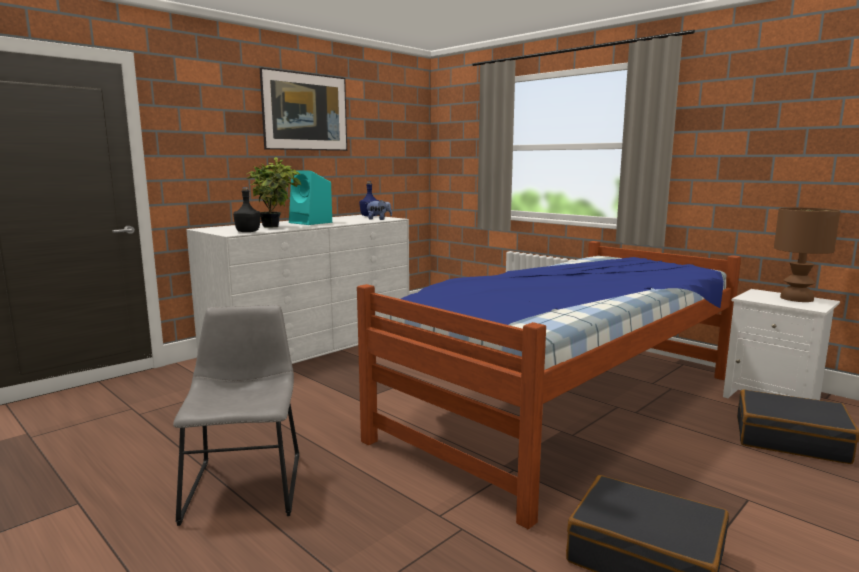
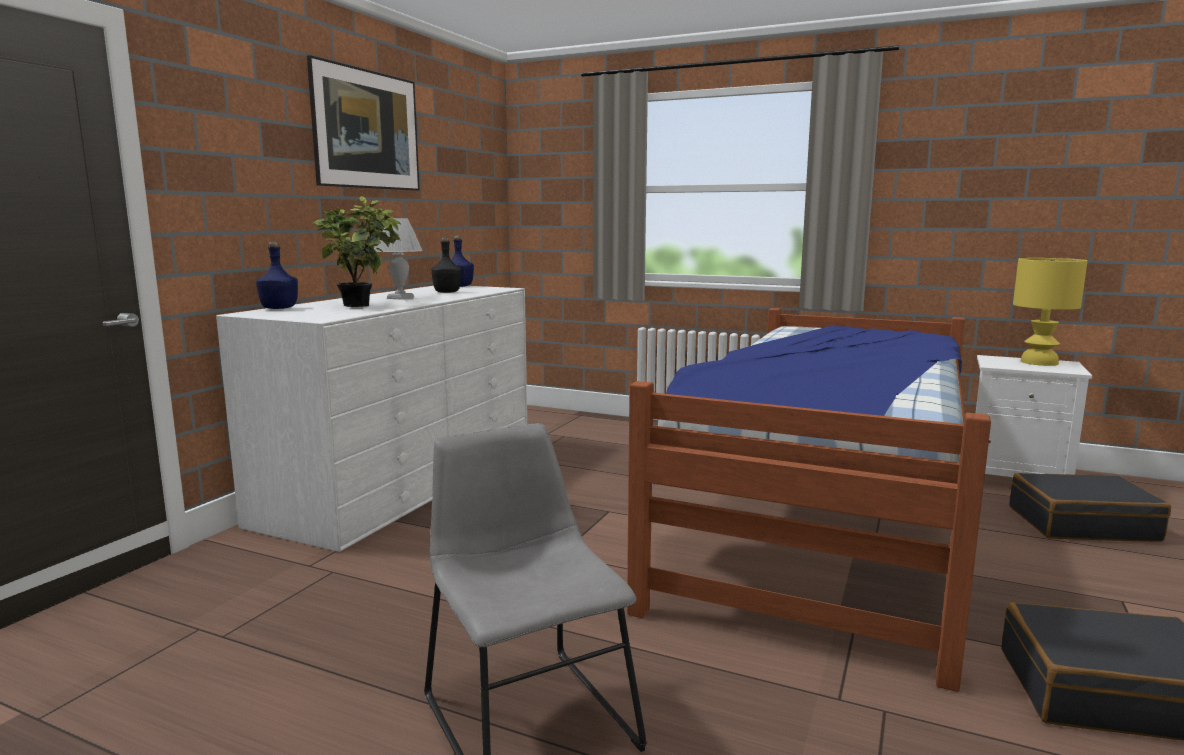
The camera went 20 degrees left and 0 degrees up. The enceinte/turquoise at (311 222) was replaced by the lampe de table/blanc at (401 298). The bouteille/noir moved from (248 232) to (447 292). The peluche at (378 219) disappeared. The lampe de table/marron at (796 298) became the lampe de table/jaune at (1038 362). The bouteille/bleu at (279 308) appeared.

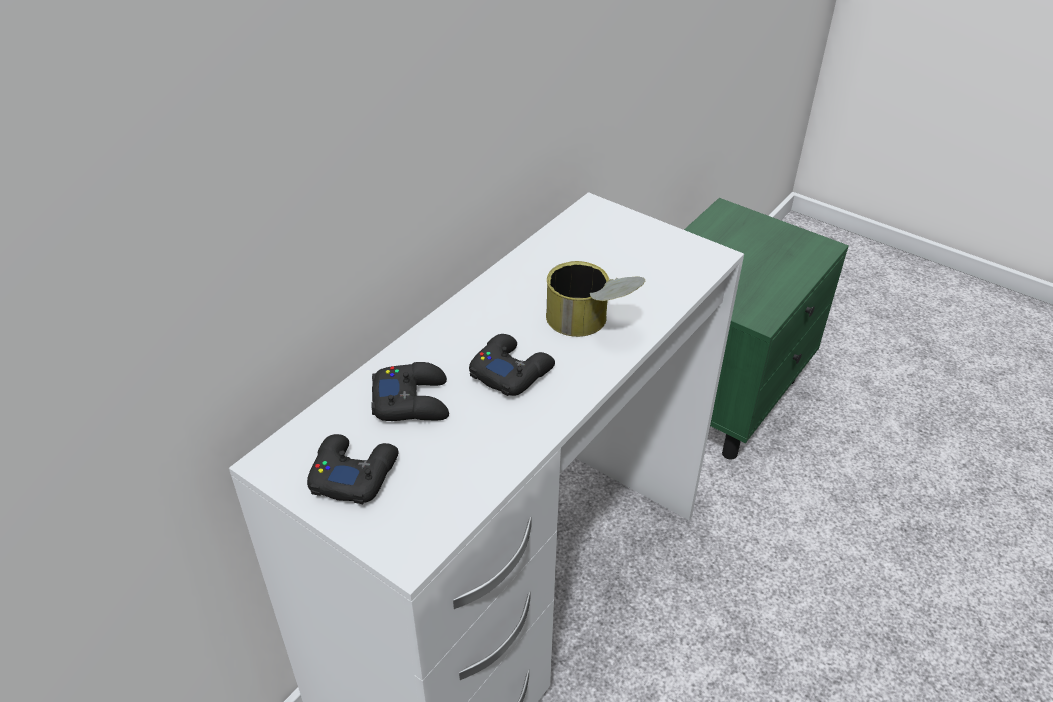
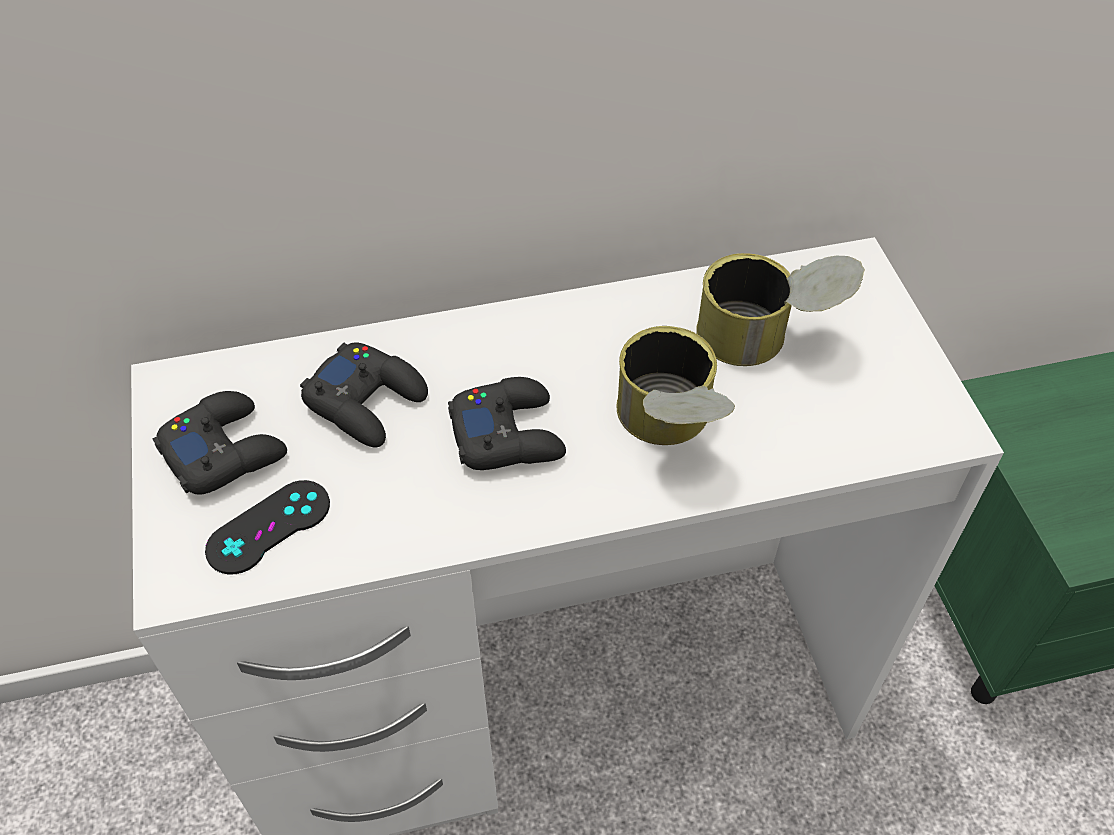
The camera went 40 degrees right and 10 degrees up. The boîte métallique at (768 339) appeared. The manette/noir at (269 527) appeared.

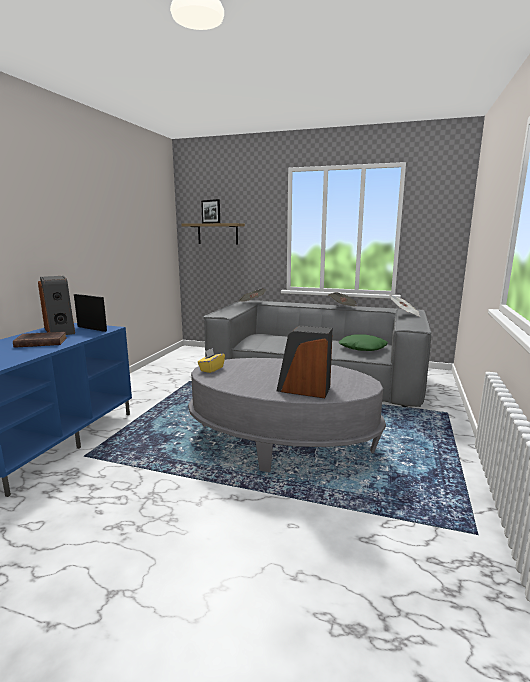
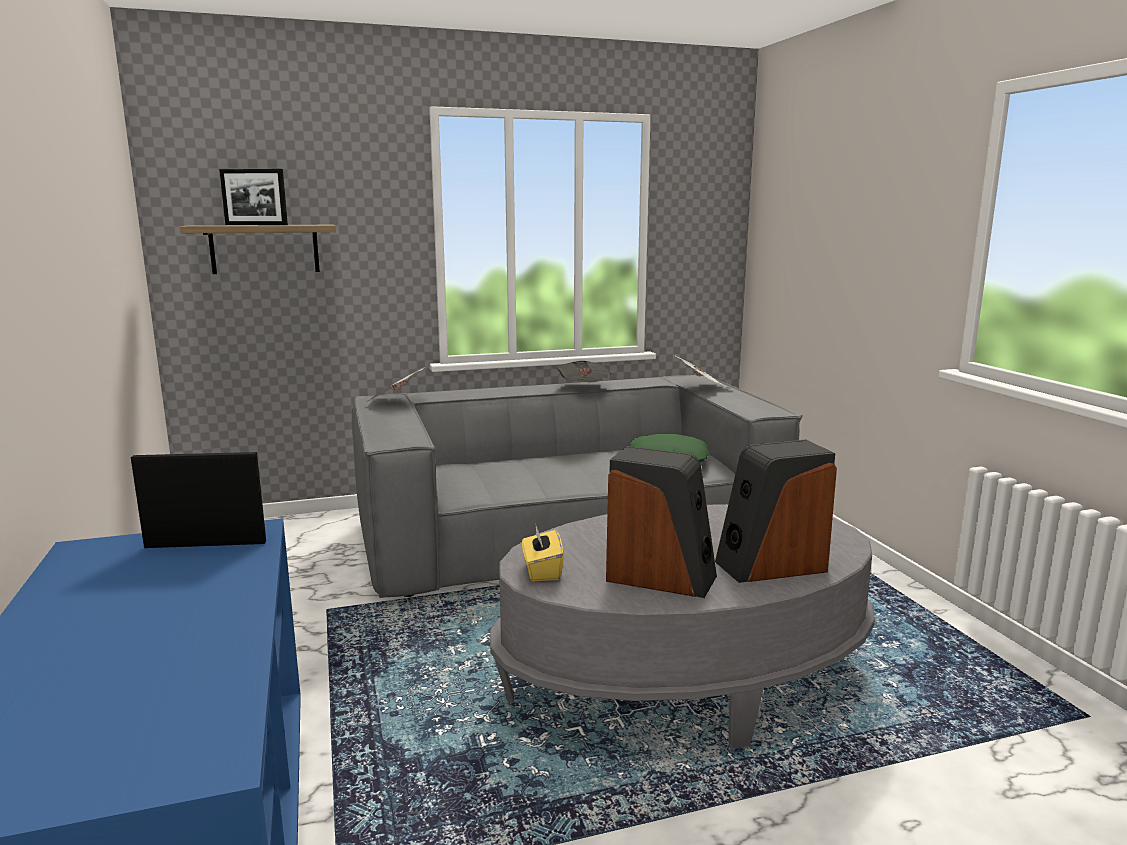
The camera went 35 degrees left and 0 degrees up. The enceinte moved from (60 330) to (661 577). The livre/marron at (40 343) disappeared.

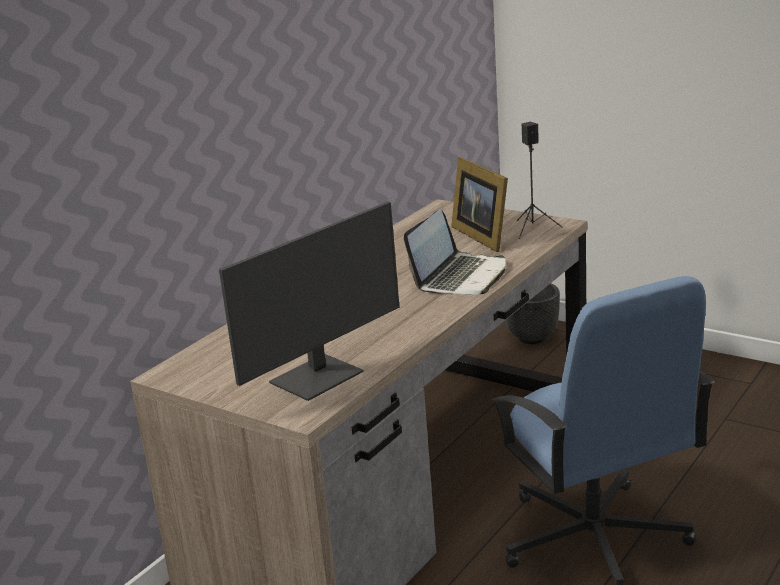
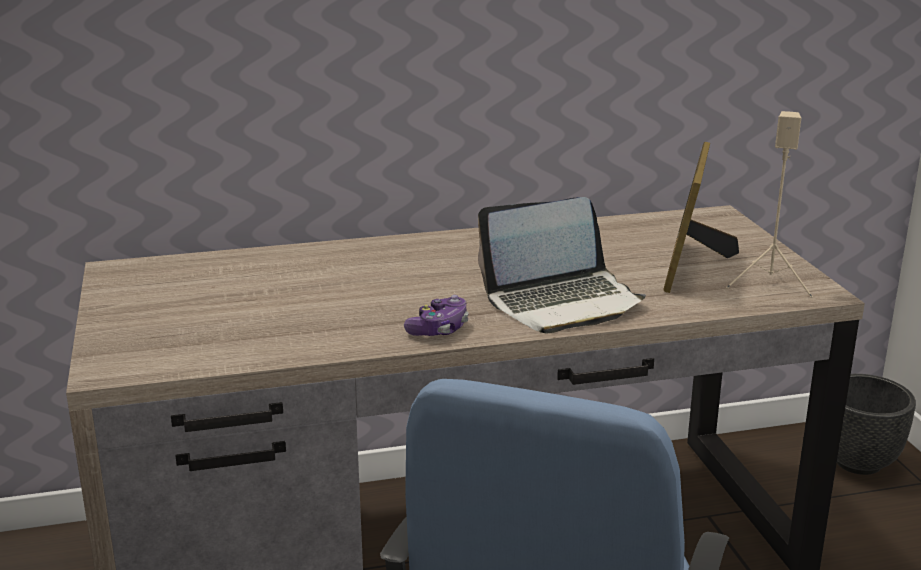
The camera went 40 degrees right and 0 degrees up. The enceinte/noir at (533 228) became the enceinte/beige at (771 283). The écran d'ordinateur at (318 378) disappeared. The manette at (439 329) appeared.

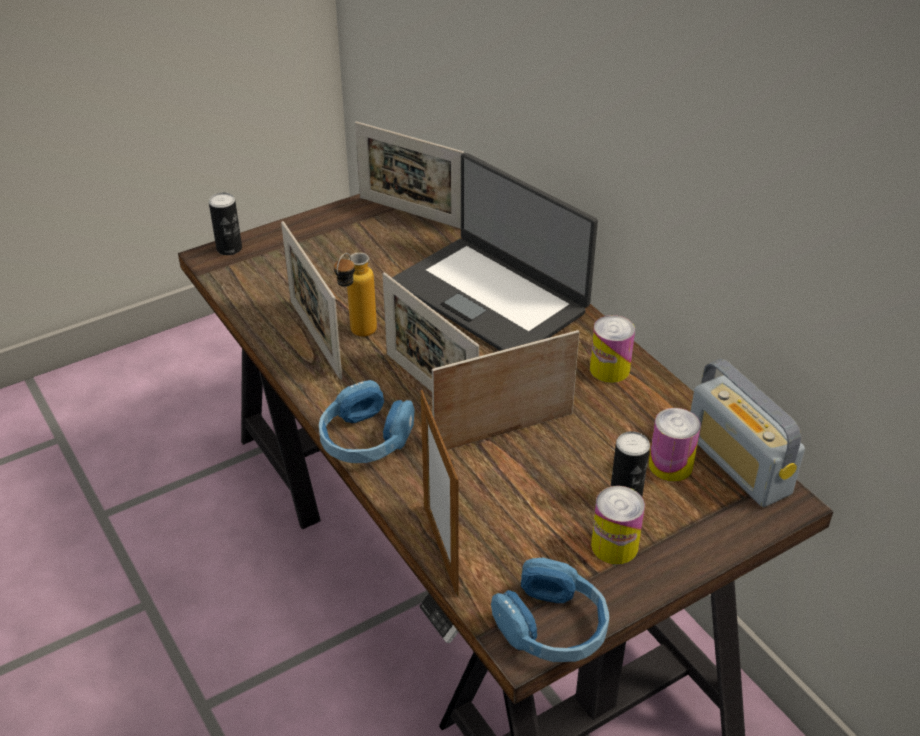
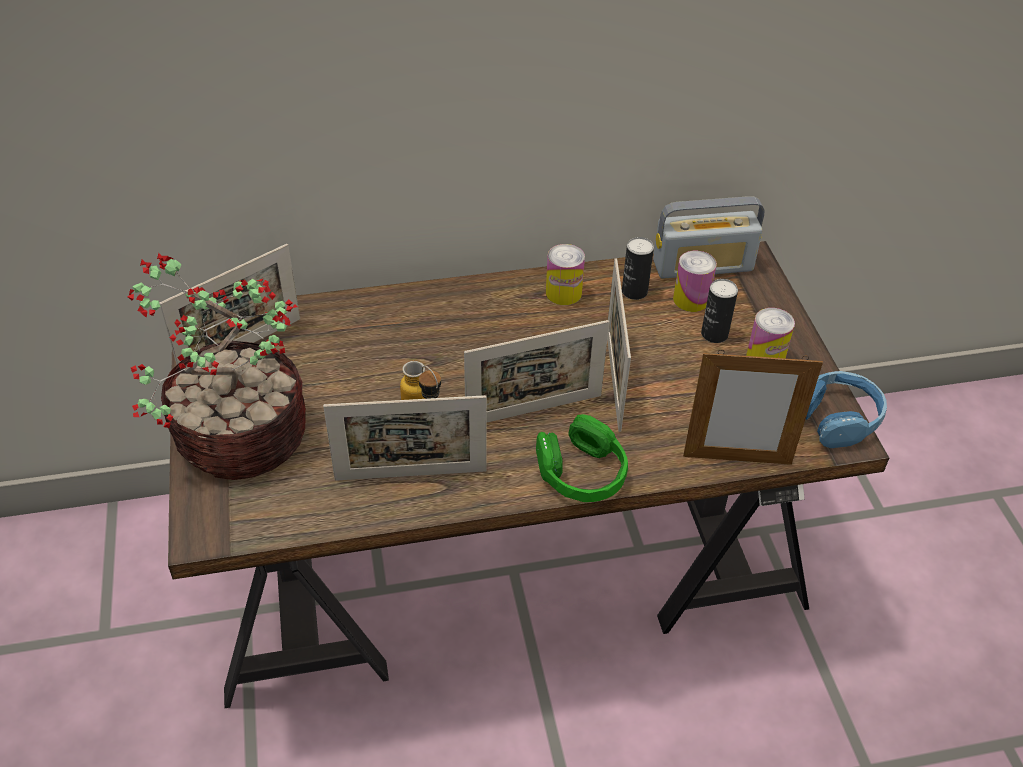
The camera went 70 degrees left and 5 degrees up. The ordinateur portable at (491 296) disappeared. The boîte métallique moved from (229 248) to (634 291). The casque audio/bleu at (366 439) became the casque audio/vert at (581 473). The plante en pot at (237 437) appeared.

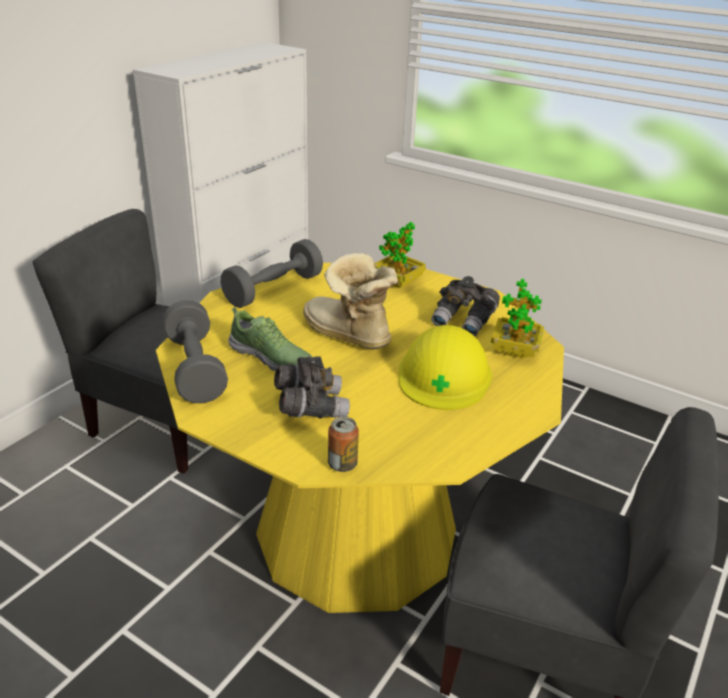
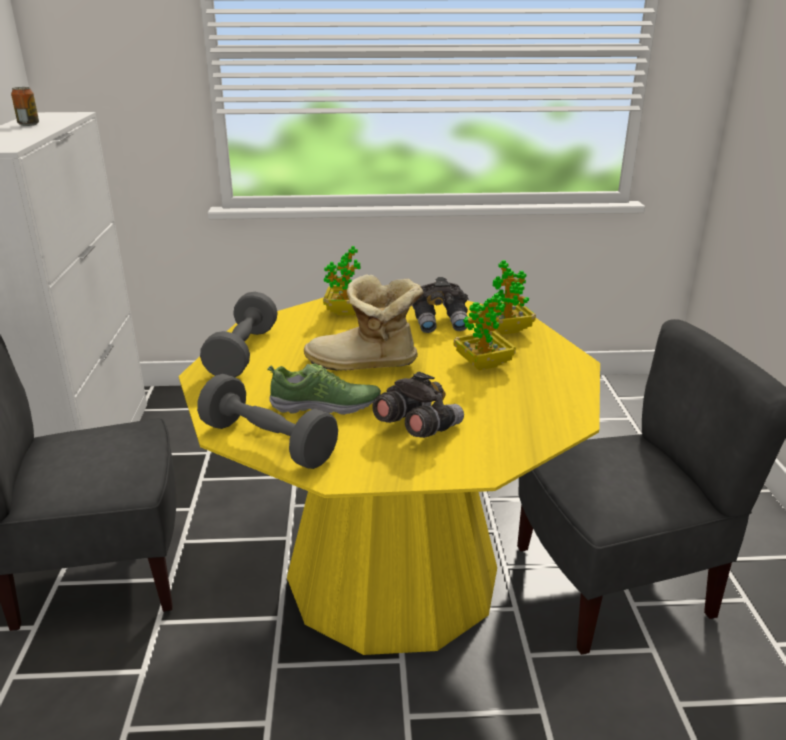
The camera went 35 degrees left and 5 degrees down. The casque de chantier/jaune at (444 375) was replaced by the plante en pot at (483 364). The boîte métallique moved from (342 464) to (29 124).

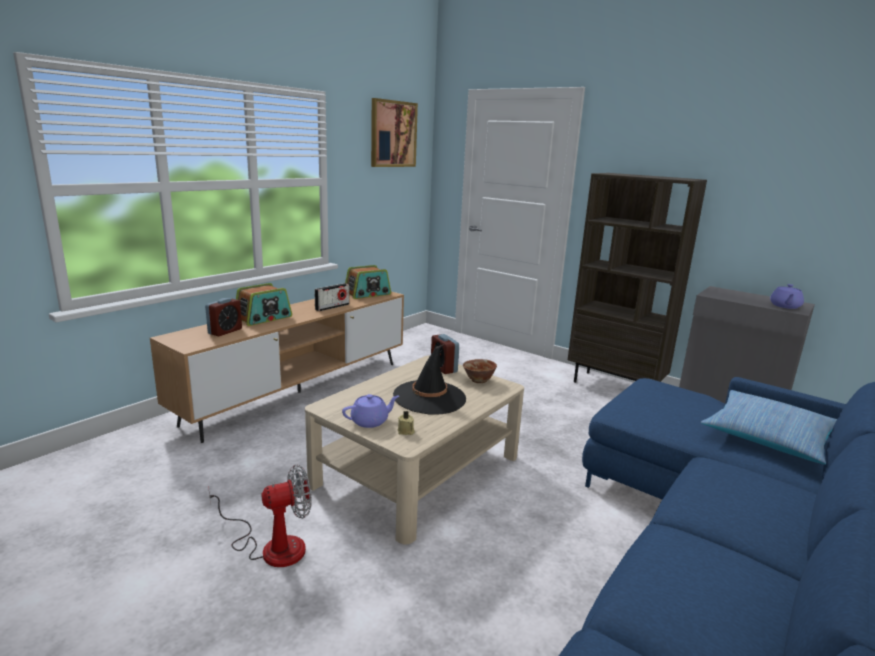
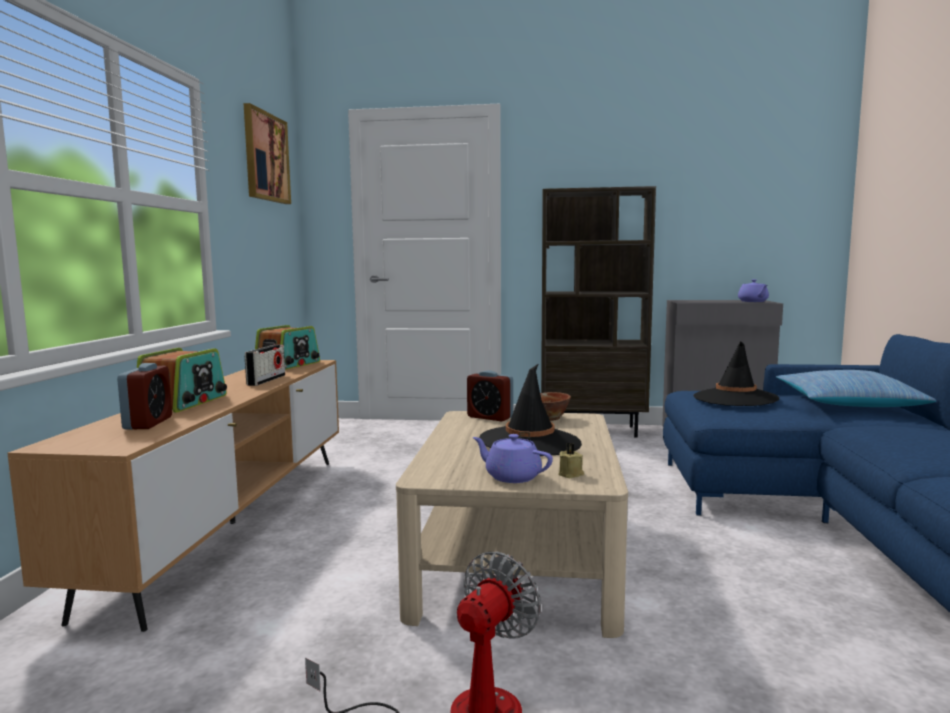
The camera went 30 degrees left and 10 degrees down. The théière/violet at (370 421) turned 90 degrees counterclockwise. The chapeau/noir at (735 398) appeared.

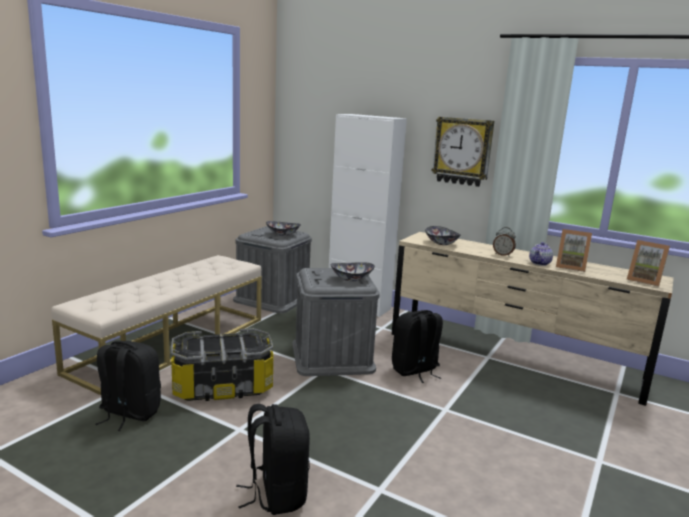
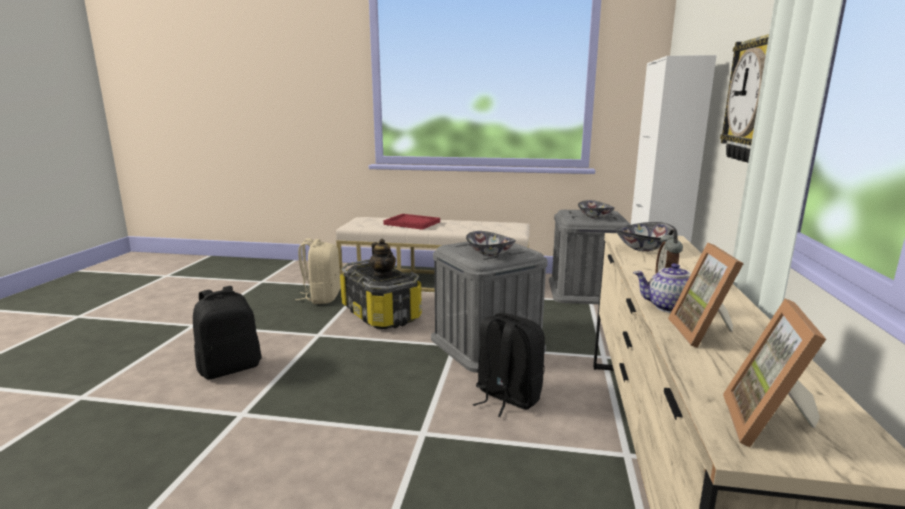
The camera went 70 degrees right and 0 degrees up. The sac à dos/noir at (129 413) became the sac à dos/beige at (322 297). The plateau/rouge at (412 223) appeared. The théière at (383 274) appeared.

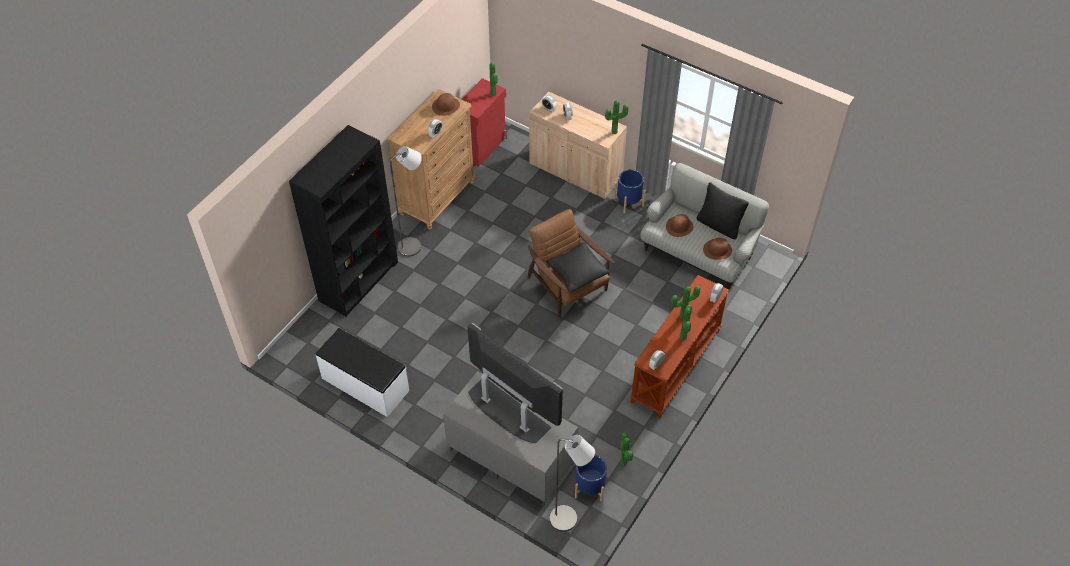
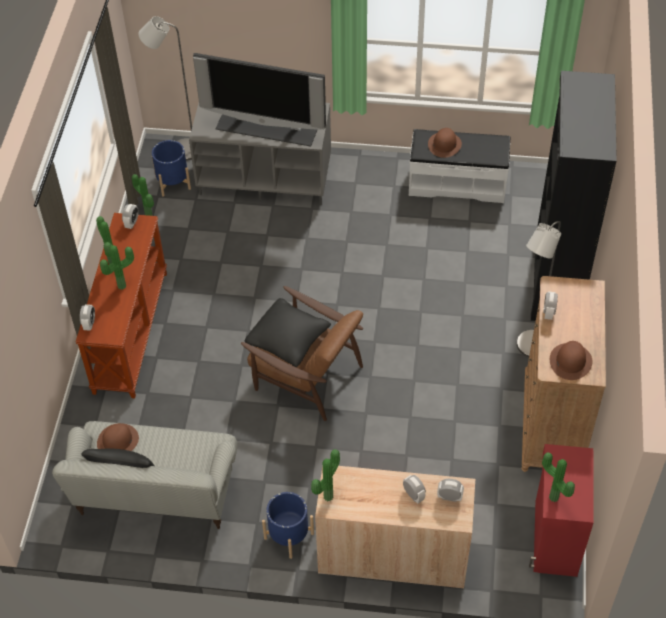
The camera went 155 degrees right and 0 degrees up. The chapeau/marron moved from (679 226) to (444 144).

